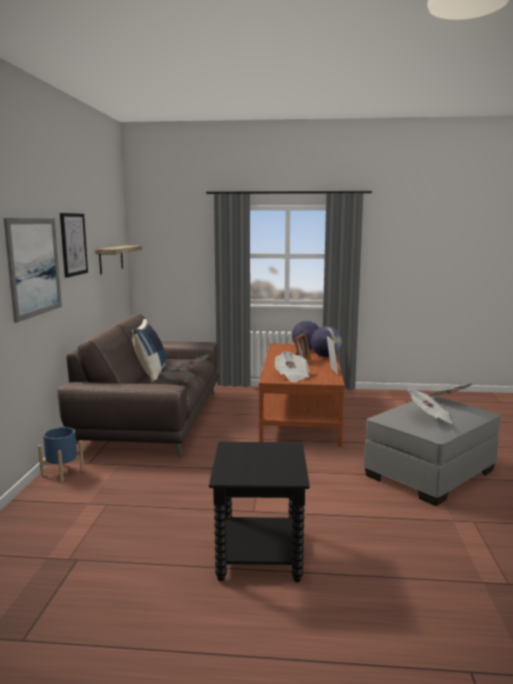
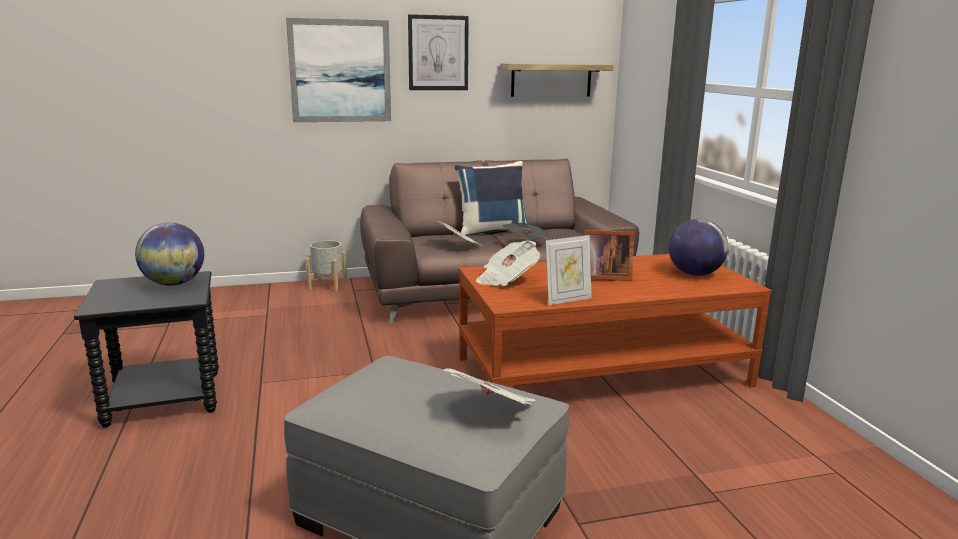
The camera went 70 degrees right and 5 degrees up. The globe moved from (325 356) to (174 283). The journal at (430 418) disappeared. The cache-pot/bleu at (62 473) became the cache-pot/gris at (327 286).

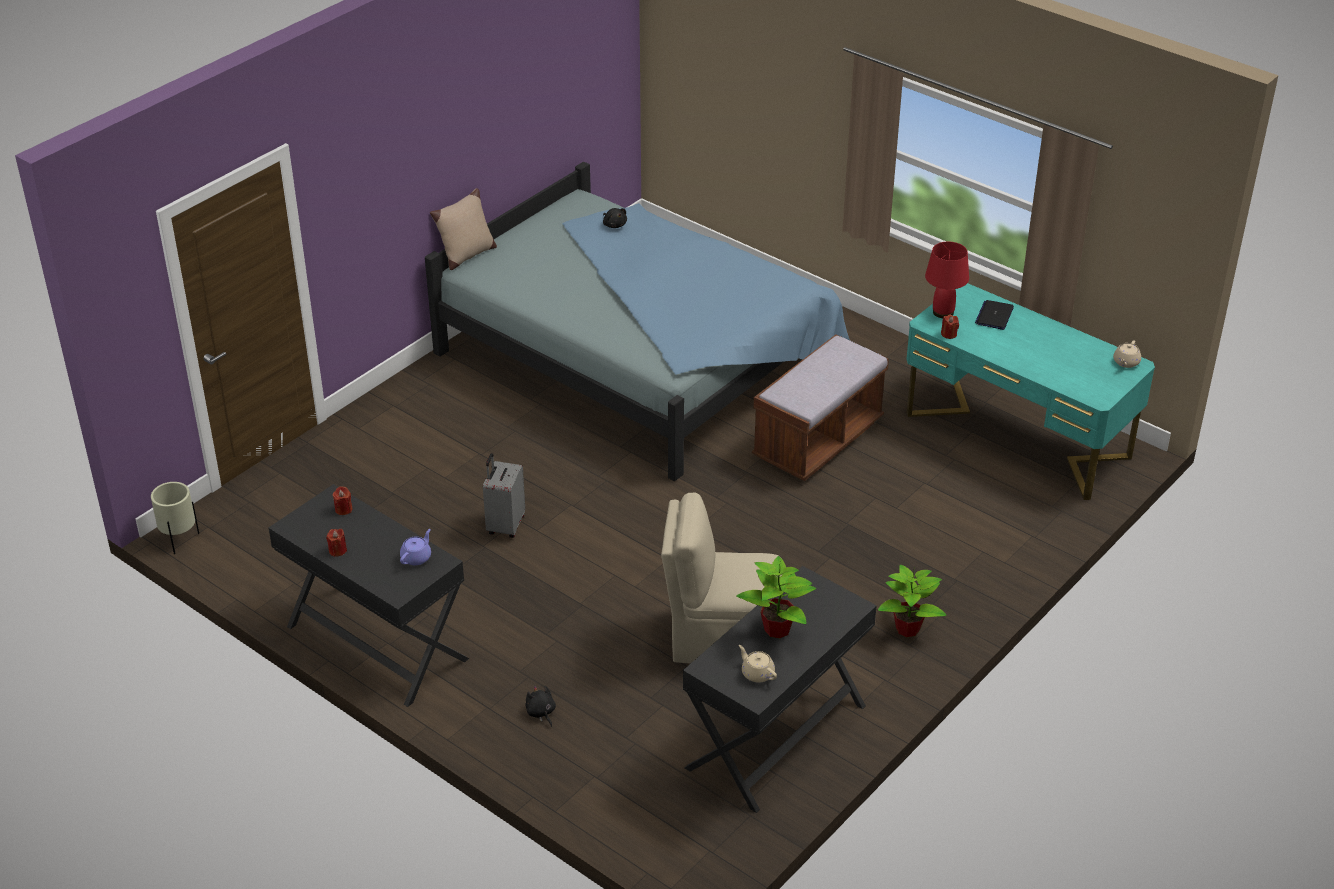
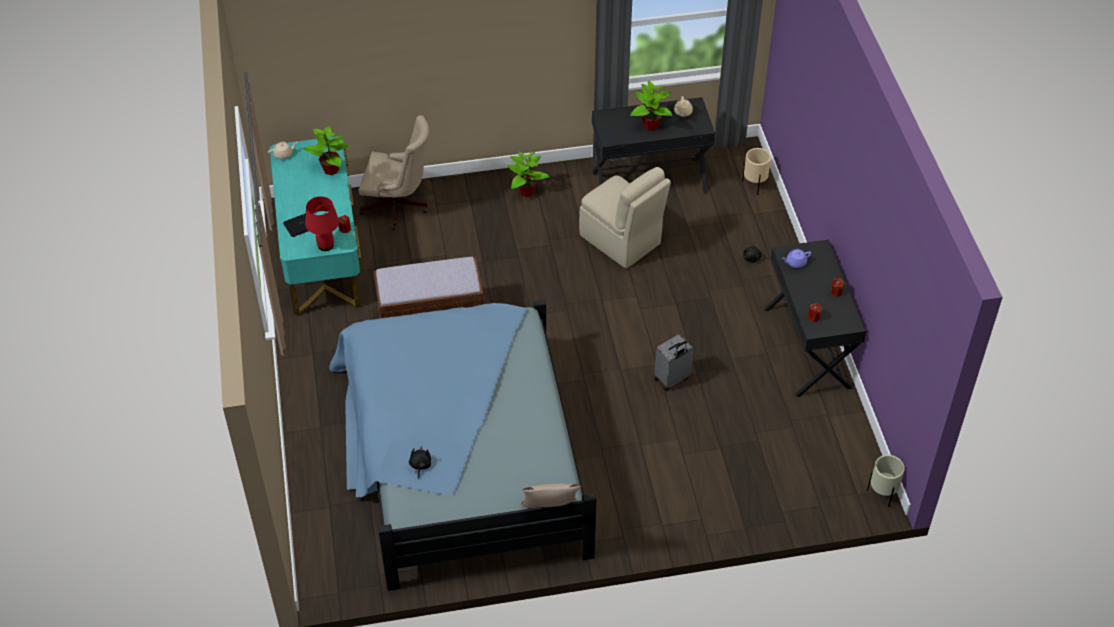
The camera went 140 degrees left and 10 degrees up. The chaise de bureau/beige at (398 207) appeared. The plante en pot at (331 169) appeared. The cache-pot/beige at (754 186) appeared.

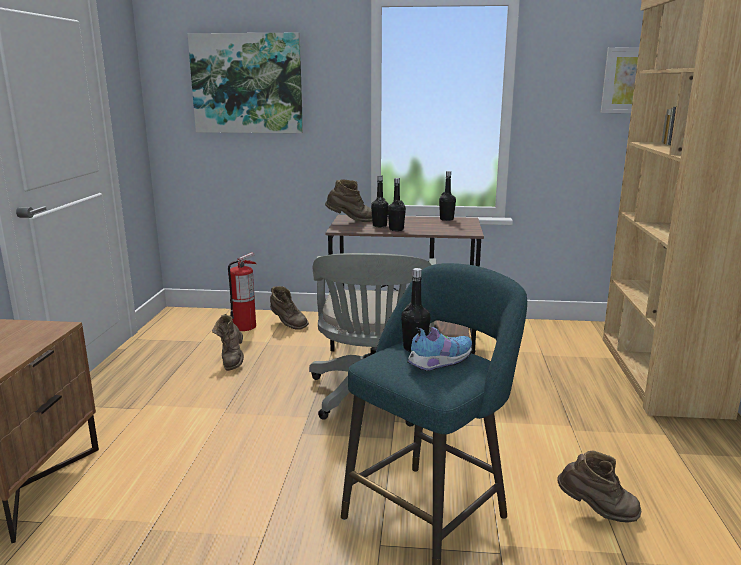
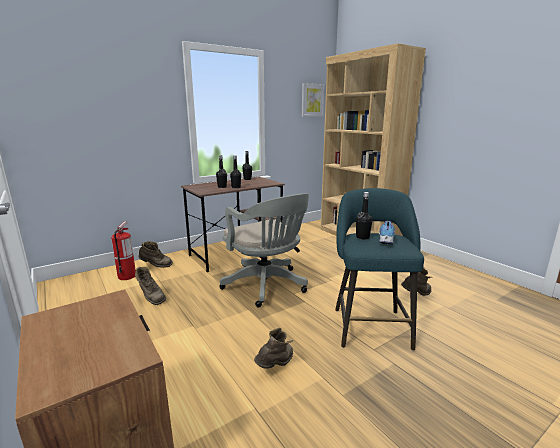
The camera went 40 degrees left and 0 degrees up. The tableau at (247 84) disappeared. The botte/marron moved from (351 221) to (276 365).

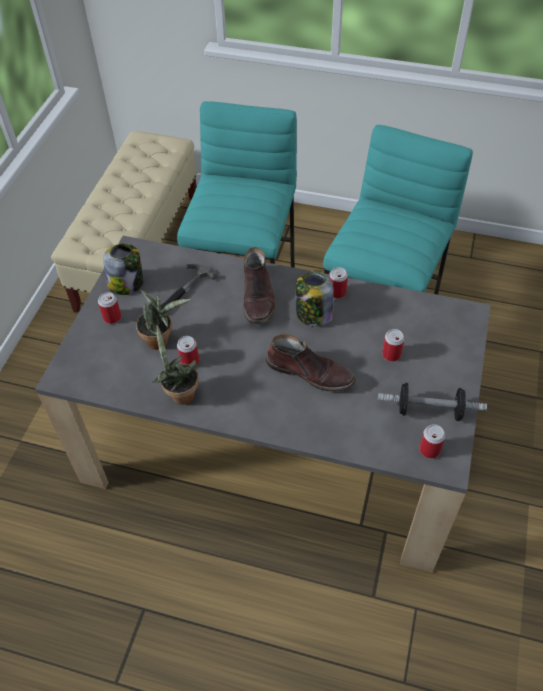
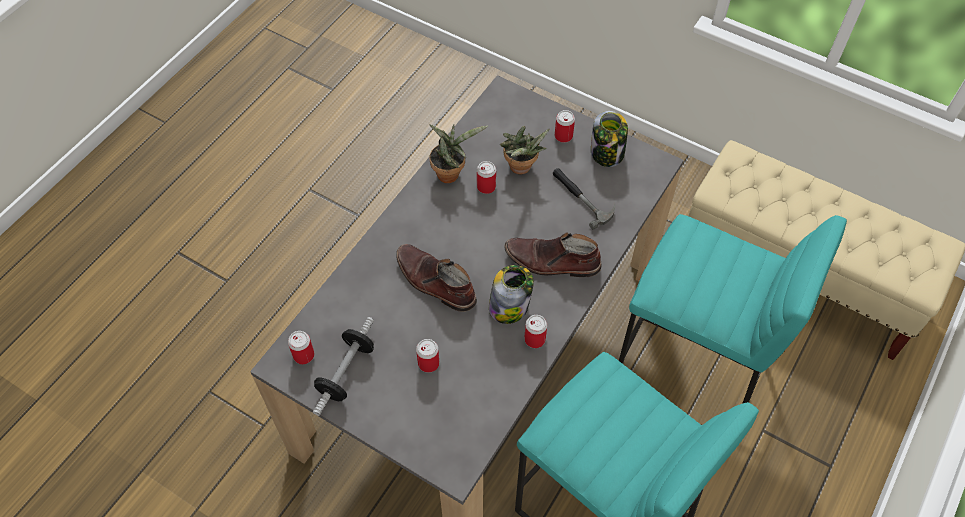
The camera went 105 degrees right and 5 degrees up. The botte/marron at (310 372) turned 90 degrees clockwise.

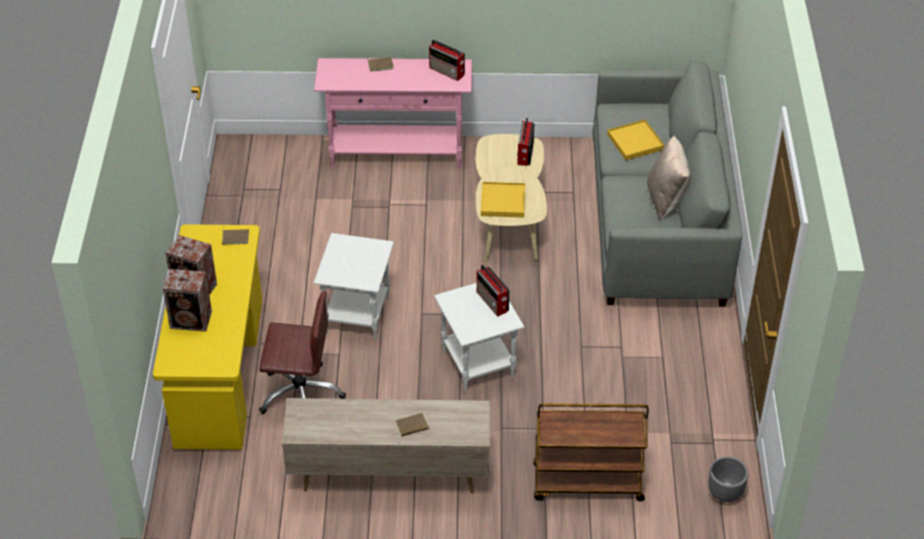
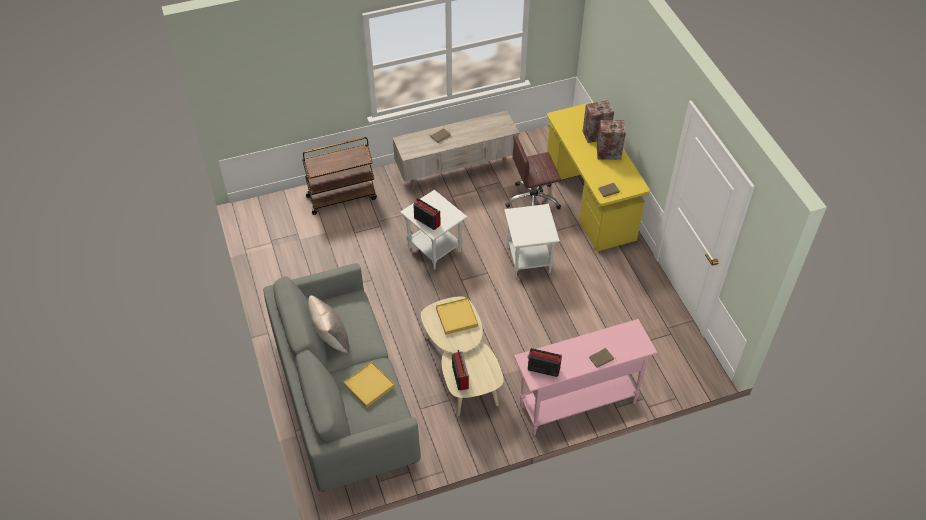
The camera went 160 degrees right and 5 degrees up. The cache-pot/gris at (725 494) disappeared.

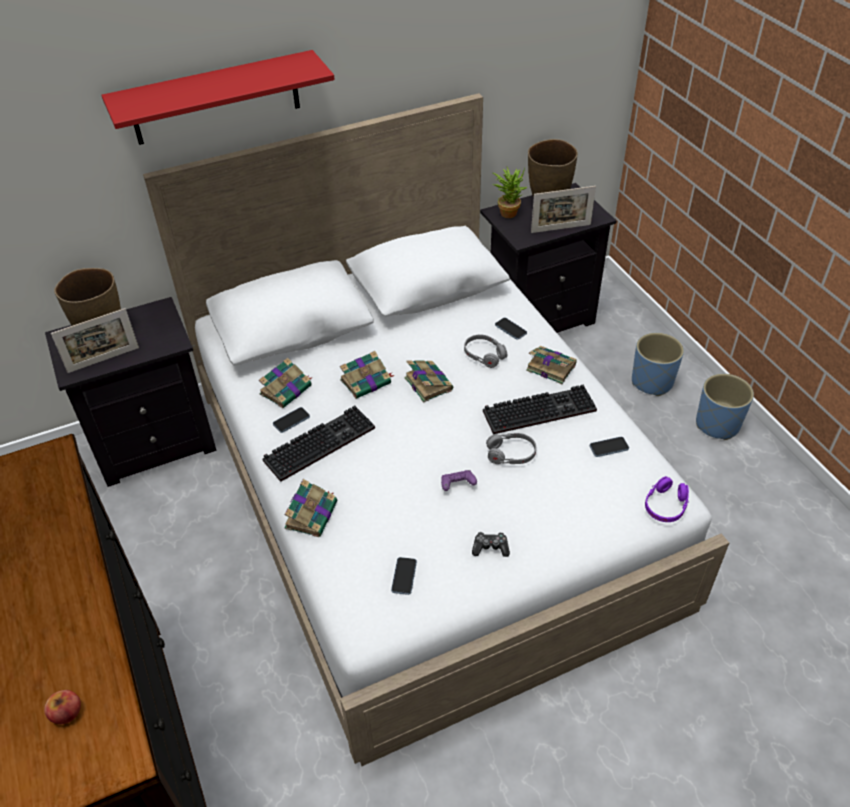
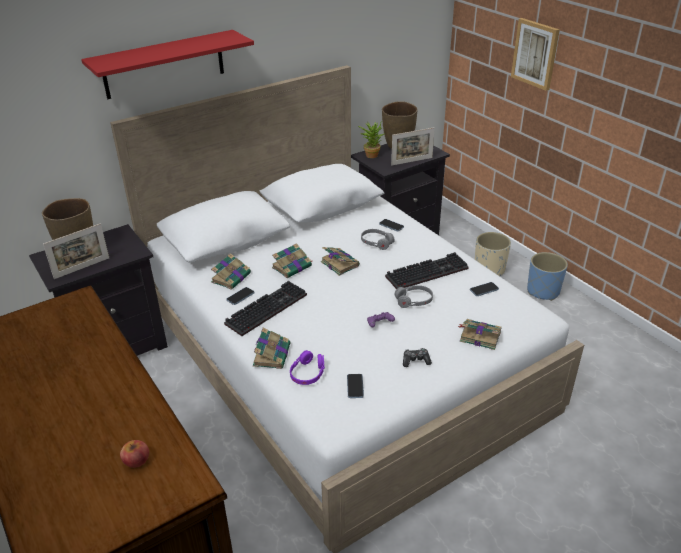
The camera went 10 degrees left and 10 degrees down. The cache-pot/bleu at (651 382) became the cache-pot/beige at (489 269). The livre moved from (550 367) to (479 336). The casque audio/violet moved from (665 505) to (308 373). The tableau at (535 53) appeared.

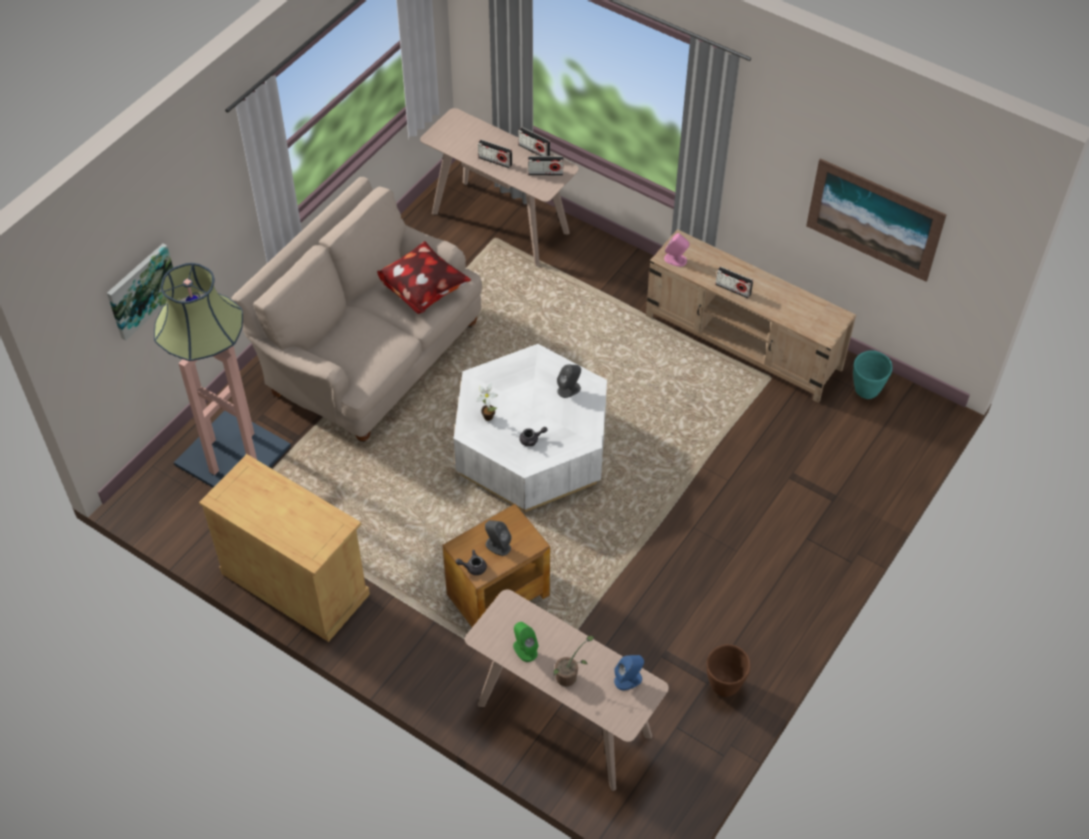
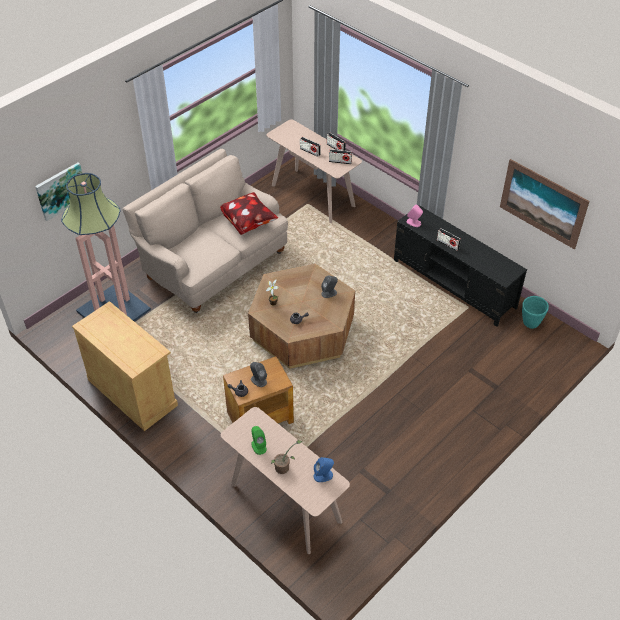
The camera went 10 degrees right and 5 degrees down. The meuble télé/beige at (743 342) became the meuble télé/noir at (454 284). The table basse/blanc at (531 448) became the table basse/marron at (302 330). The cache-pot/marron at (724 686) disappeared.

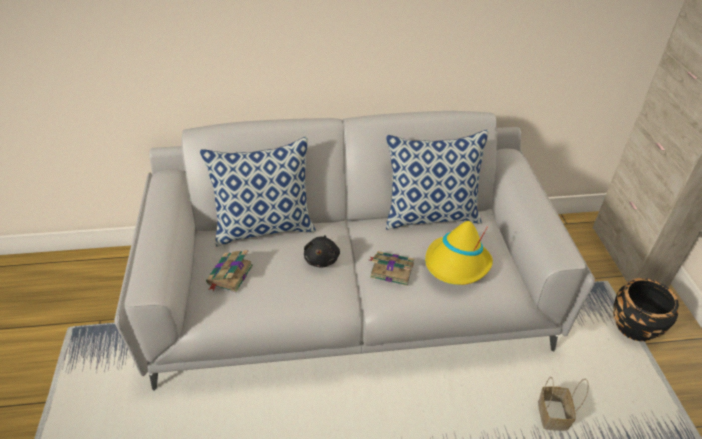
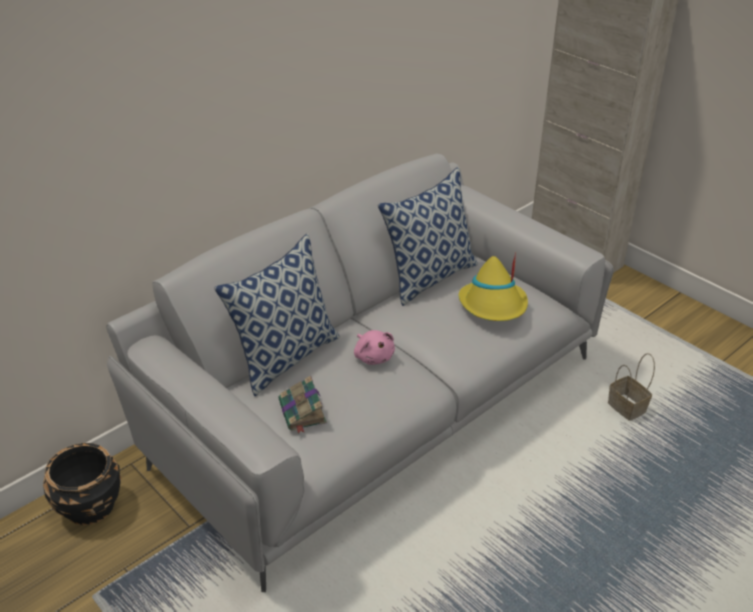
The camera went 35 degrees left and 5 degrees down. The peluche/noir at (322 259) became the peluche/rose at (373 356). The livre at (391 270) disappeared. The cache-pot/noir moved from (634 326) to (90 506).

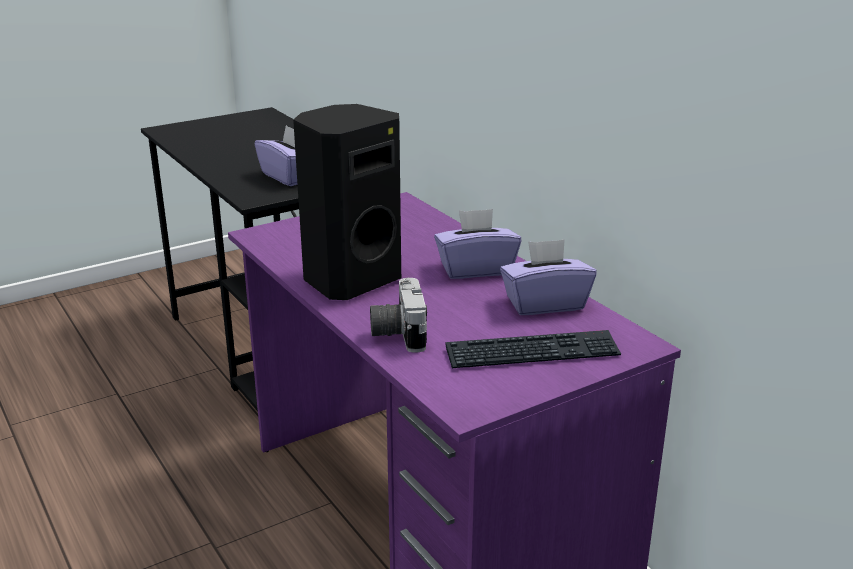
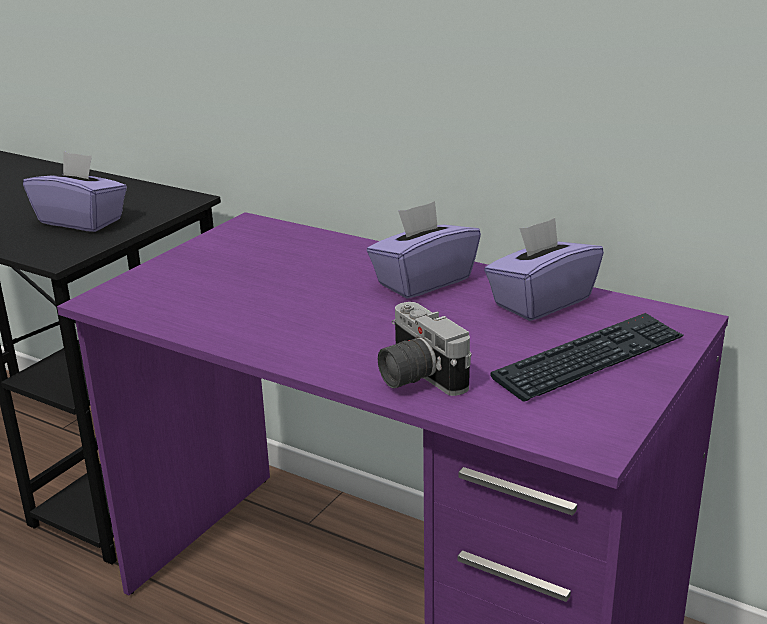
The camera went 25 degrees left and 0 degrees up. The enceinte/noir at (350 280) disappeared.

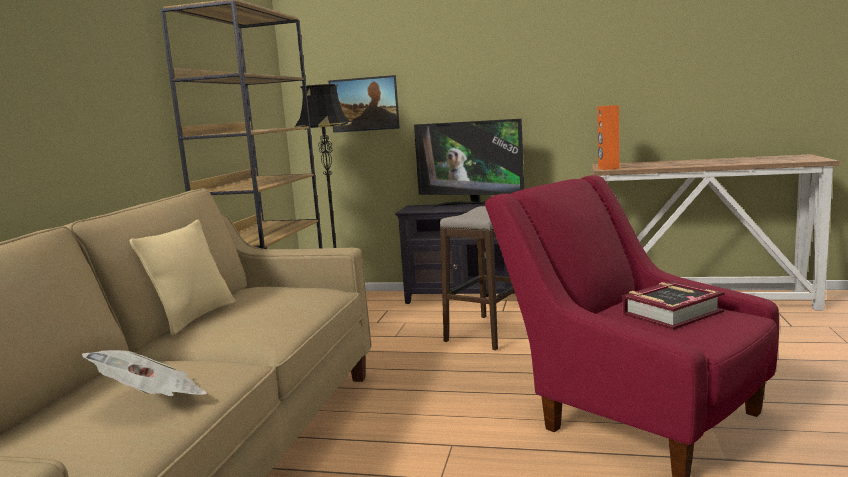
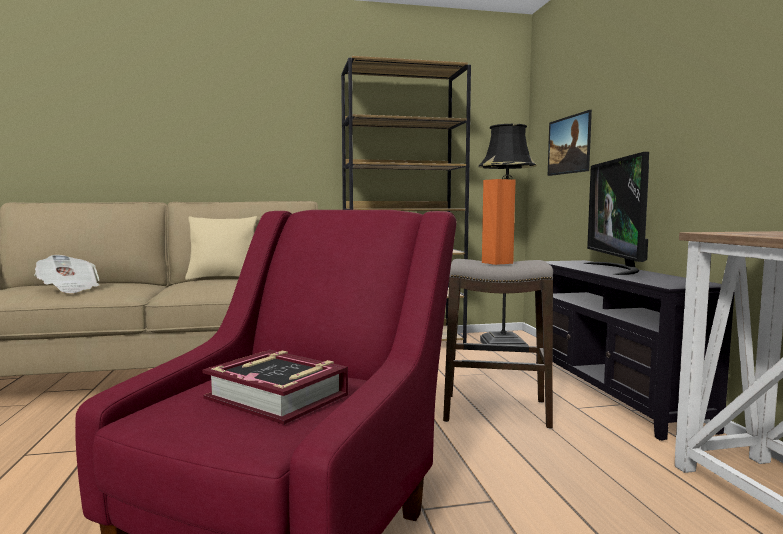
The camera went 65 degrees right and 5 degrees down. The enceinte/orange moved from (608 168) to (497 263).

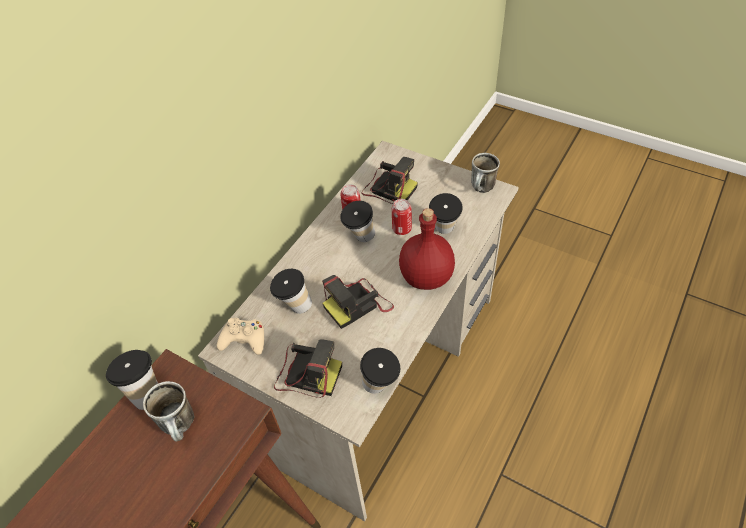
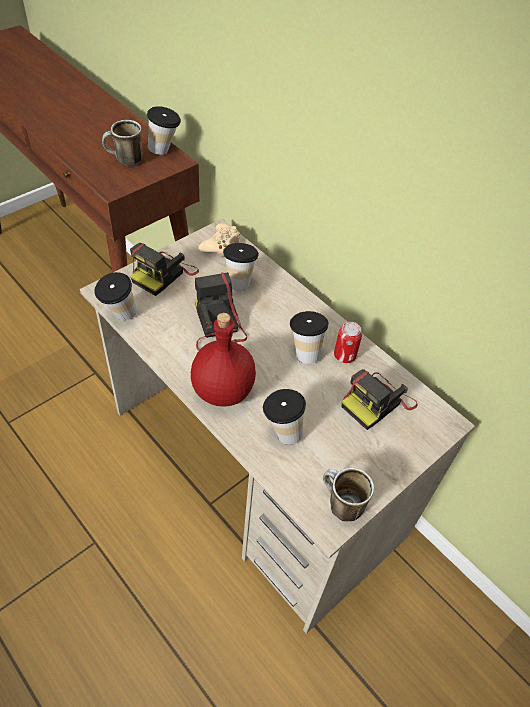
The camera went 100 degrees right and 0 degrees up. The boîte métallique at (402 229) disappeared.

